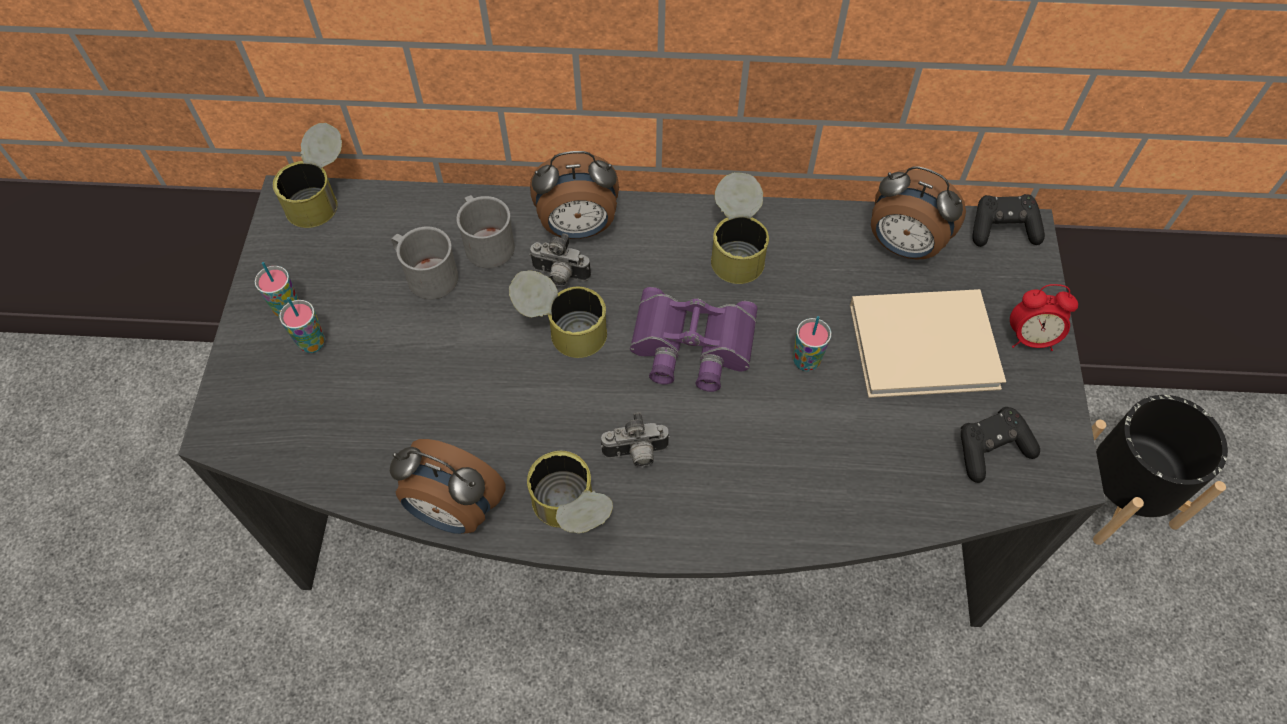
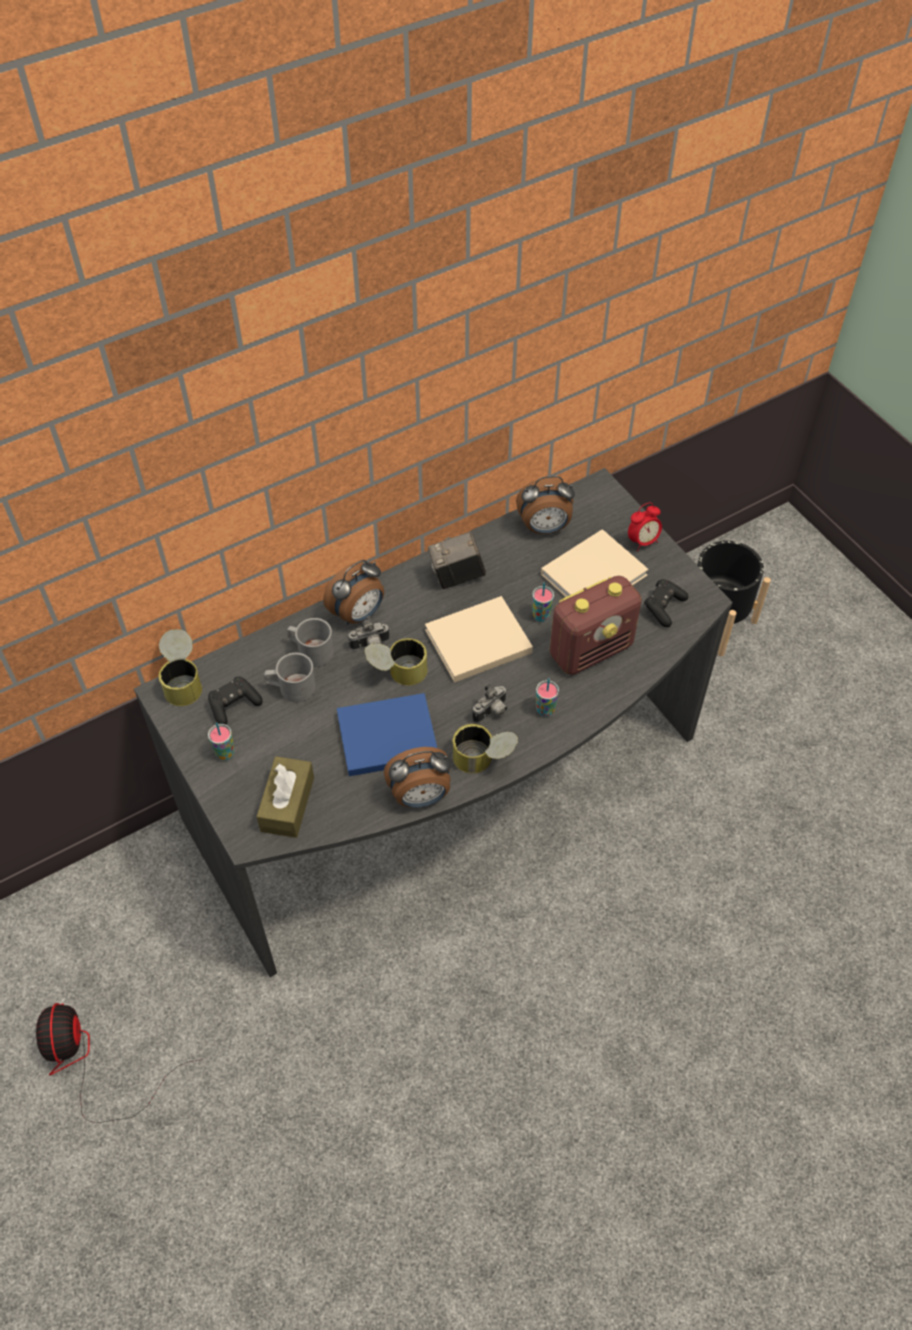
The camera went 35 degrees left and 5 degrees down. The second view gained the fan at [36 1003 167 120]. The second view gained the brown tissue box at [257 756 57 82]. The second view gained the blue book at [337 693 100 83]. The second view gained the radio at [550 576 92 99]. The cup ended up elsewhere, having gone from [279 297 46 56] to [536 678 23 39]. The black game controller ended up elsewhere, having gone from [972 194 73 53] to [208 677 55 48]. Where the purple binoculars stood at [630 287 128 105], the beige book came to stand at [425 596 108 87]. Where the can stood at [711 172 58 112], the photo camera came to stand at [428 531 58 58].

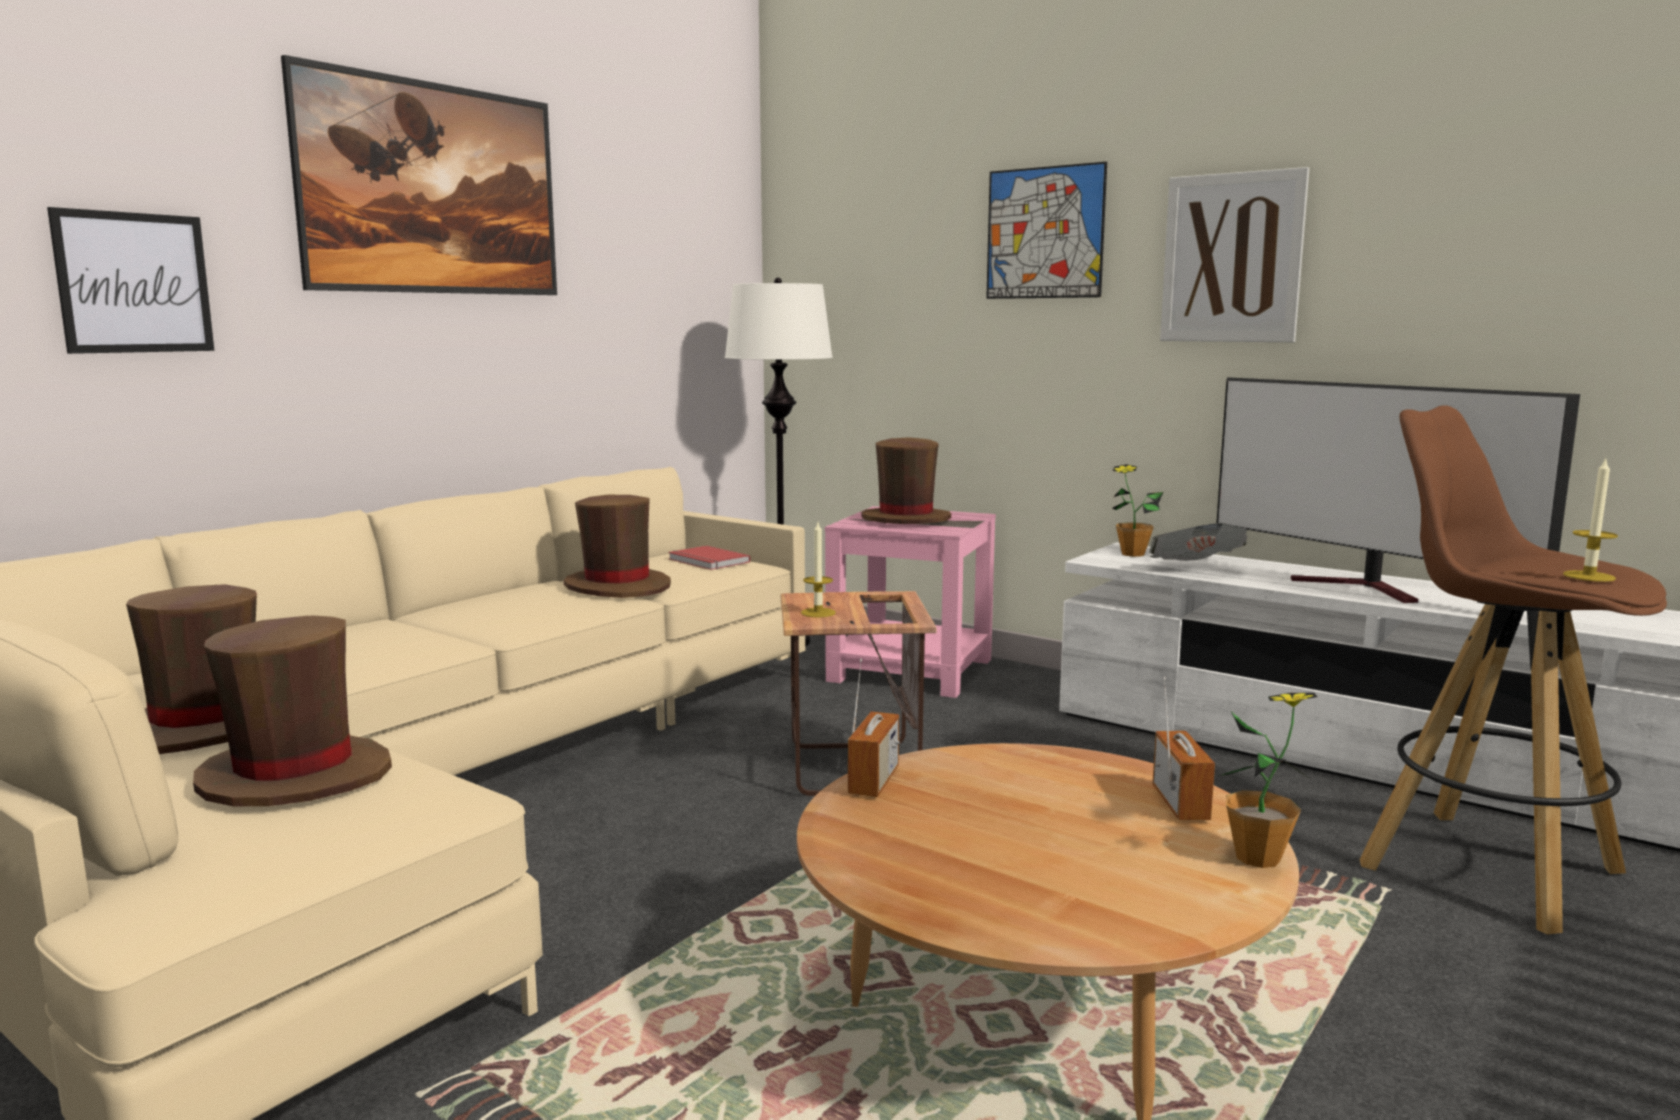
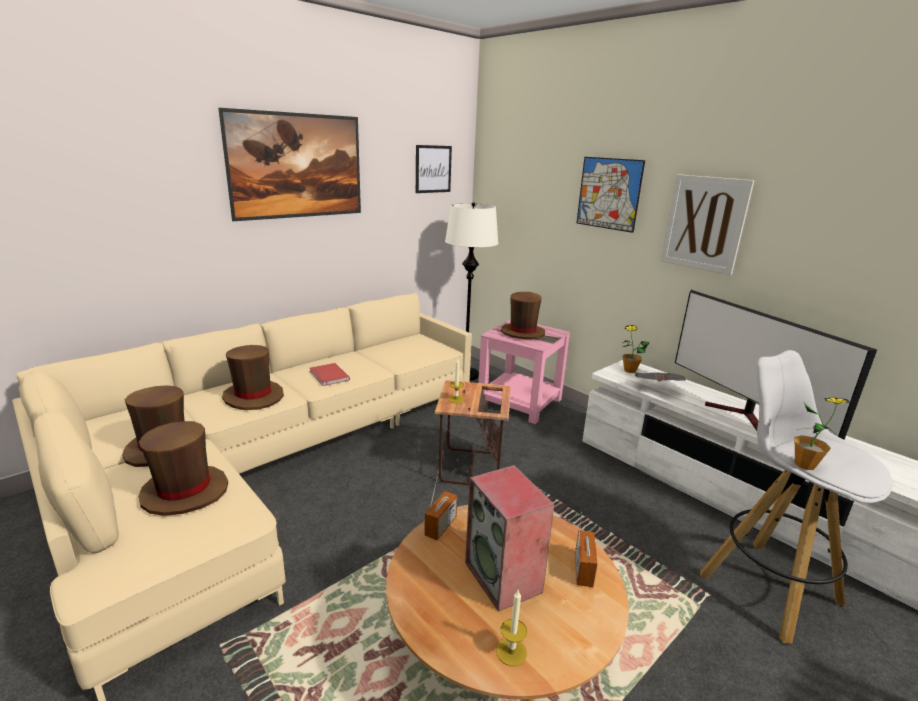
The camera went 10 degrees right and 10 degrees up. The second view gained the speaker at [465 465 90 147]. The picture ended up elsewhere, having gone from [47 207 168 147] to [416 145 36 48]. The brown hat ended up elsewhere, having gone from [564 495 107 103] to [222 345 62 65]. The red book ended up elsewhere, having gone from [668 546 83 24] to [310 363 40 23]. The potted plant ended up elsewhere, having gone from [1218 693 99 175] to [795 397 55 73]. The candle ended up elsewhere, having gone from [1563 457 55 125] to [496 589 31 77]. What was the brown stool at [1359 405 308 529] turned into the white stool at [700 350 193 294].

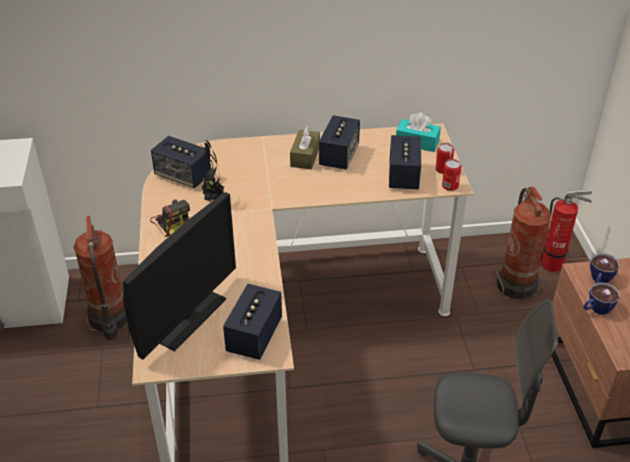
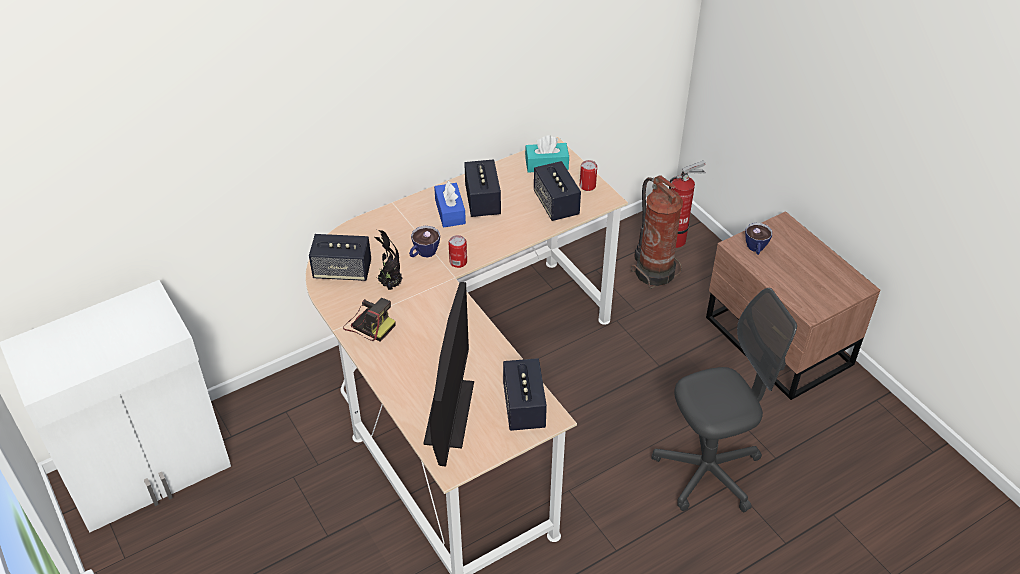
The camera went 25 degrees left and 5 degrees up. The second view lost the fire extinguisher at [73 215 55 125]. The can ended up elsewhere, having gone from [442 159 20 32] to [449 235 18 33]. The cup ended up elsewhere, having gone from [584 282 36 33] to [409 226 31 31]. What was the brown tissue box at [290 126 30 43] turned into the blue tissue box at [434 181 32 47].

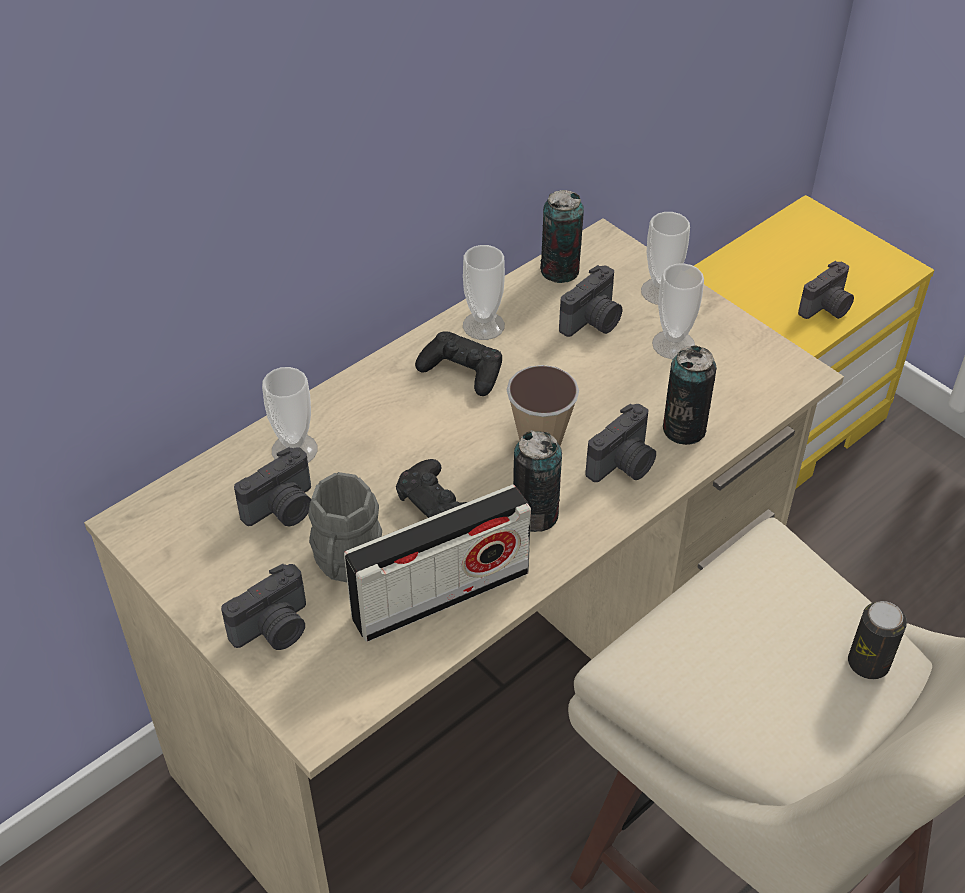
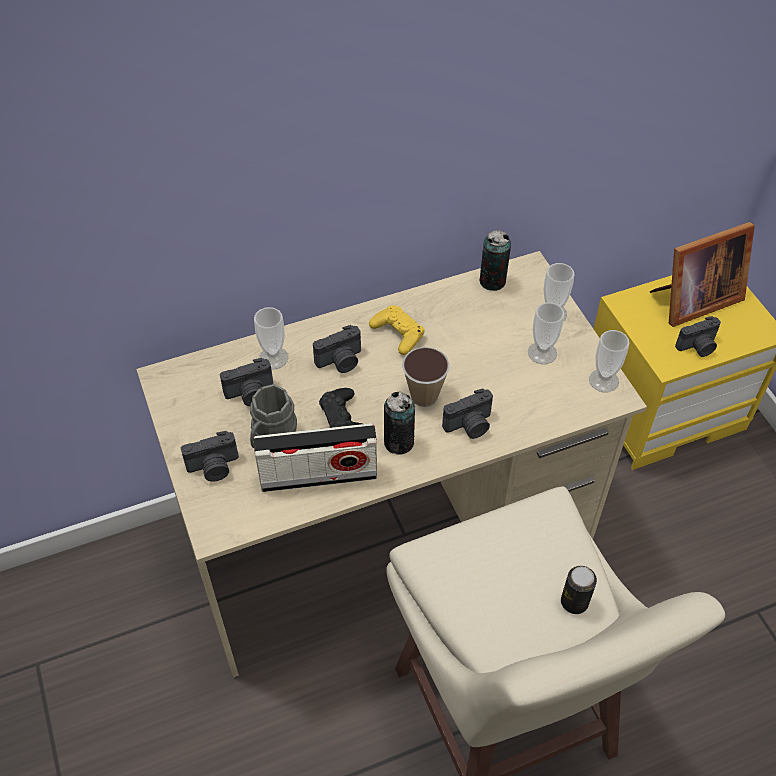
The camera went 20 degrees right and 5 degrees up. The second view lost the can at [663 346 54 99]. The second view gained the picture frame at [650 222 105 105]. The cup ended up elsewhere, having gone from [463 245 42 95] to [589 330 40 62]. The photo camera ended up elsewhere, having gone from [559 265 63 72] to [313 325 48 48]. What was the black game controller at [415 331 87 65] turned into the yellow game controller at [369 305 56 50].

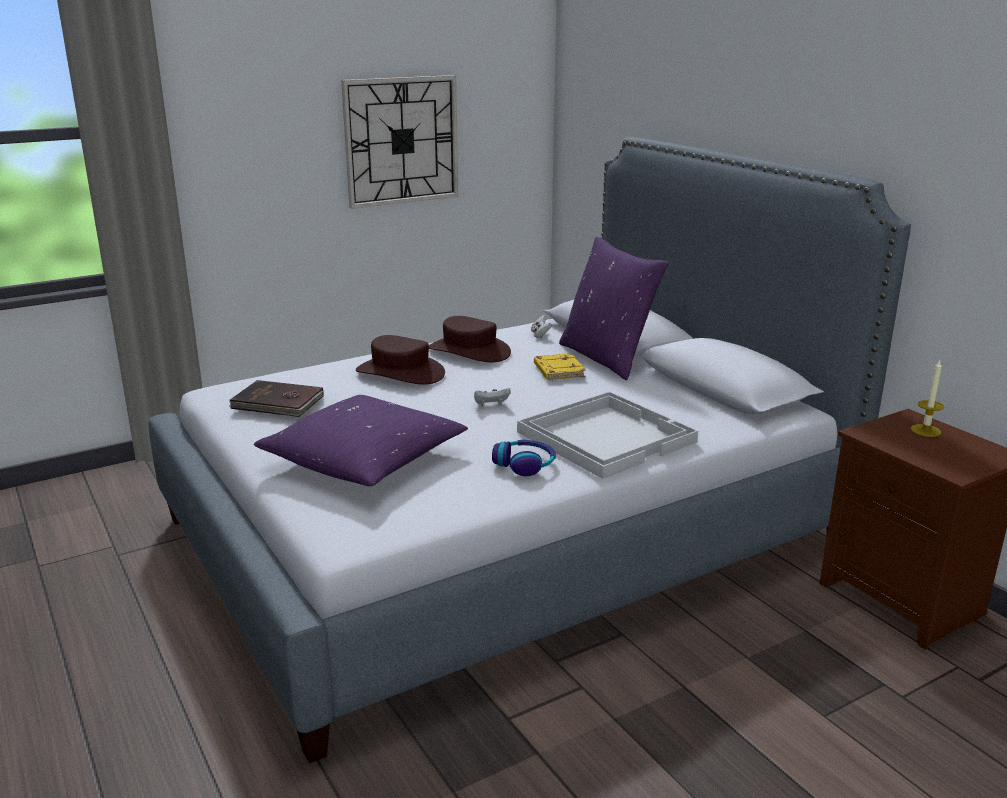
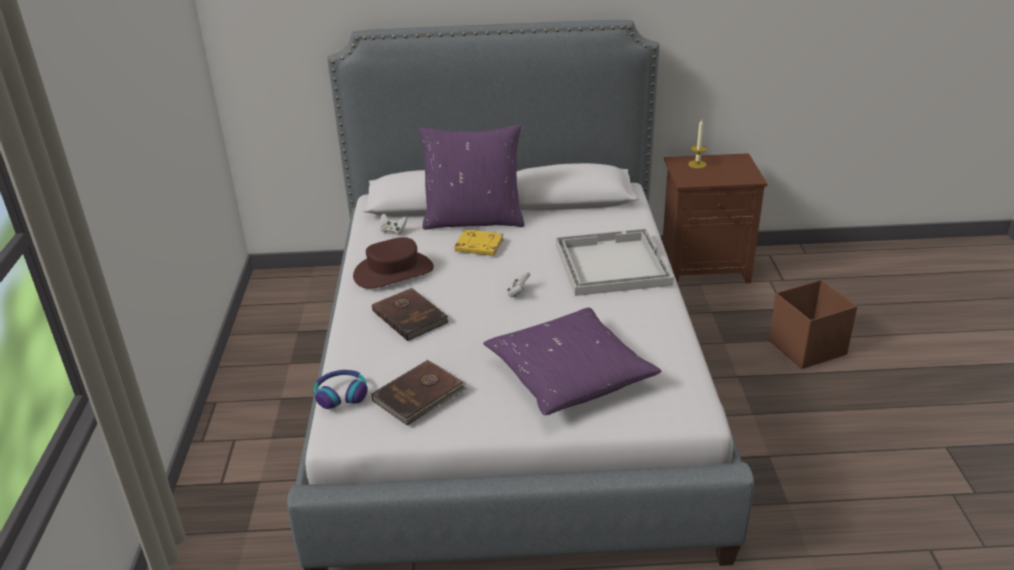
The camera went 60 degrees left and 10 degrees up. The second view lost the wall clock at [341 75 117 134]. The second view gained the brown storage box at [769 280 88 89]. The headphones ended up elsewhere, having gone from [492 440 64 36] to [314 370 54 39]. Where the brown hat stood at [356 335 89 50], the brown book came to stand at [372 288 76 53].

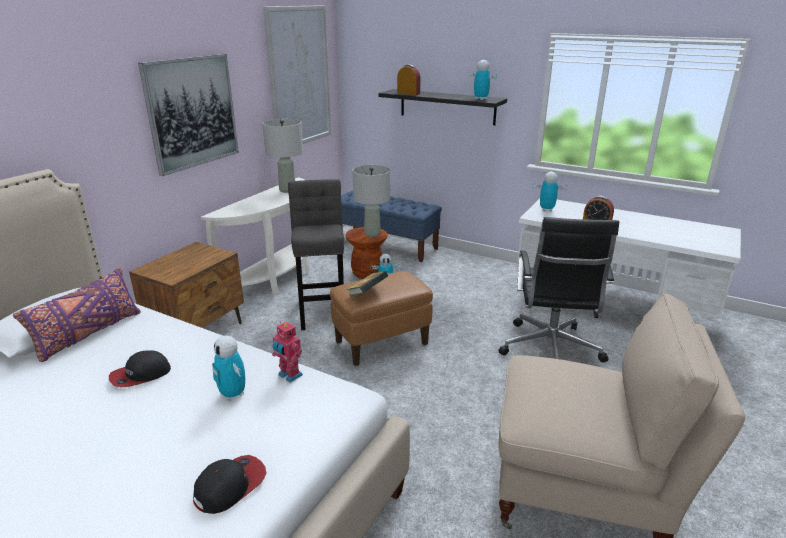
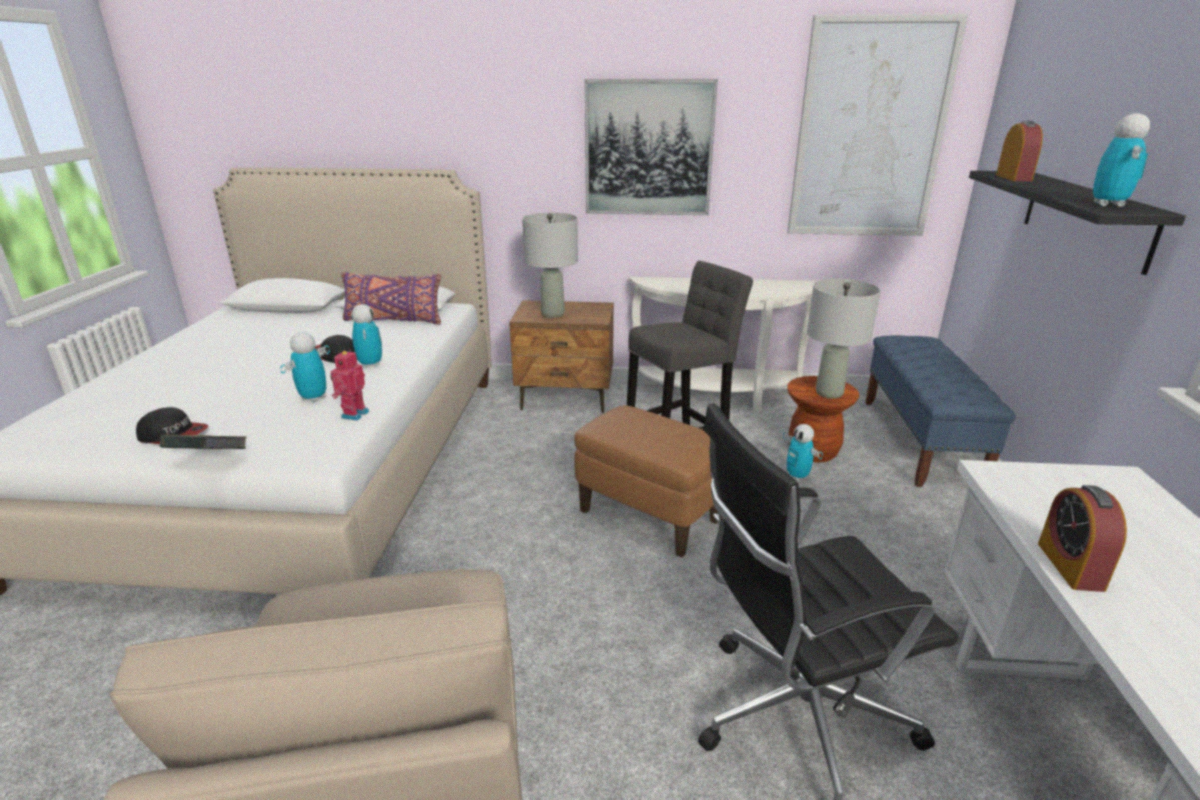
The camera went 65 degrees right and 0 degrees up. The grey table lamp ended up elsewhere, having gone from [262 119 41 74] to [522 213 56 105]. The book ended up elsewhere, having gone from [348 271 40 25] to [160 434 86 15]. The toy robot ended up elsewhere, having gone from [532 172 35 39] to [352 304 30 64].

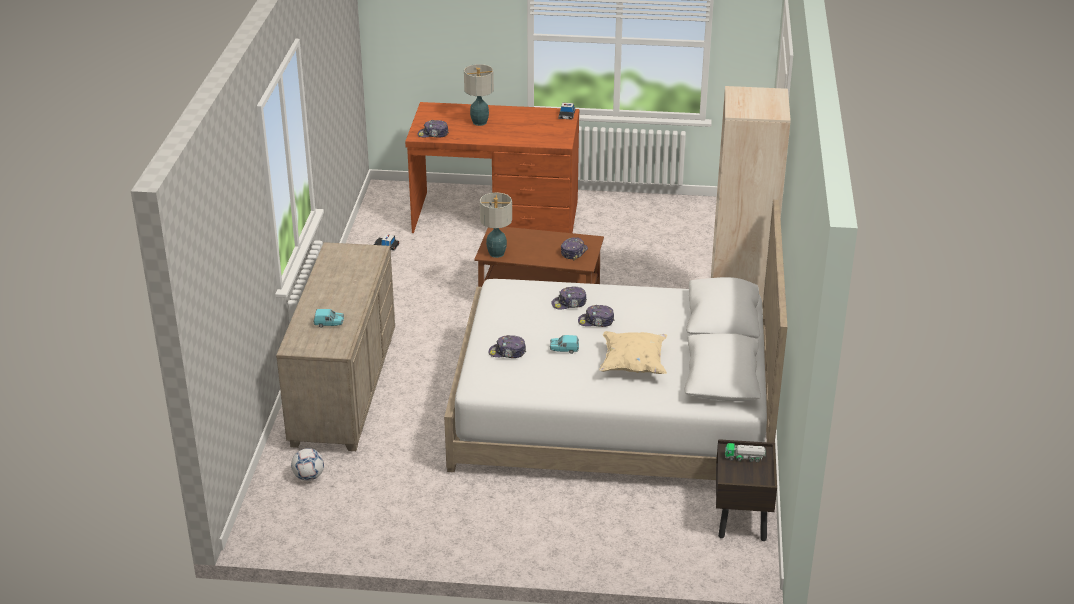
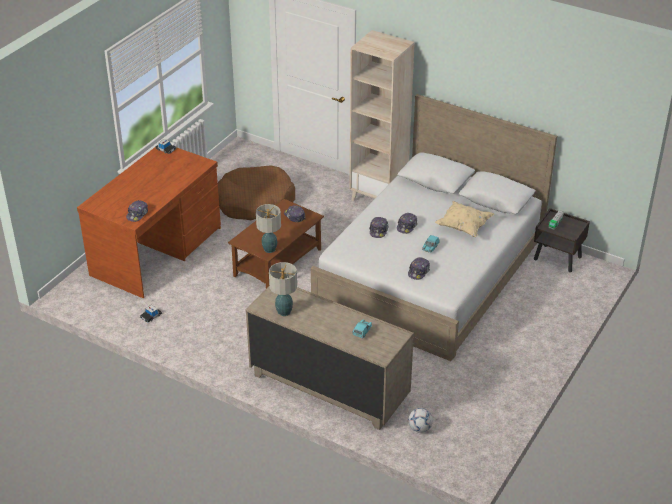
The camera went 65 degrees left and 5 degrees up. The second view gained the brown dog bed at [217 165 78 55]. The table lamp ended up elsewhere, having gone from [464 64 30 62] to [269 262 28 54].

